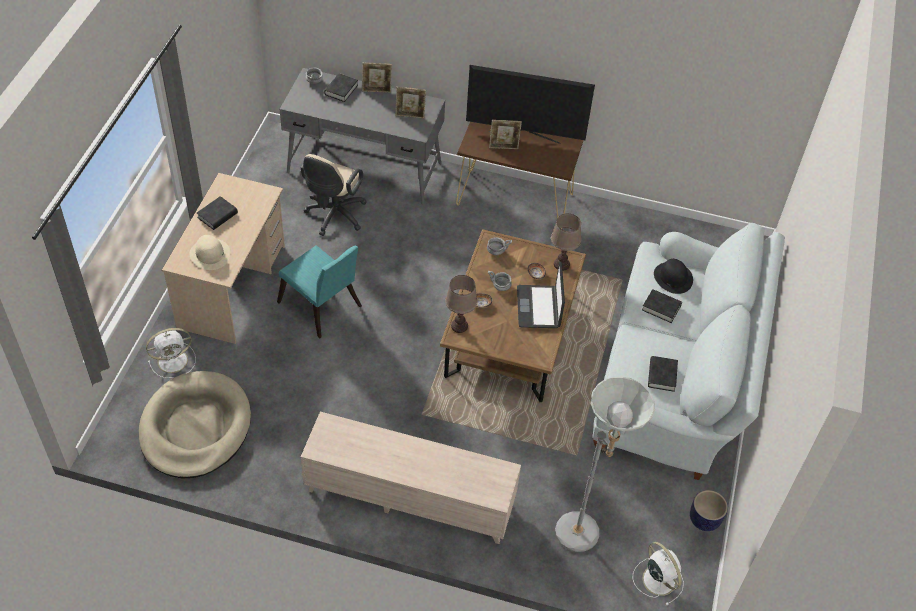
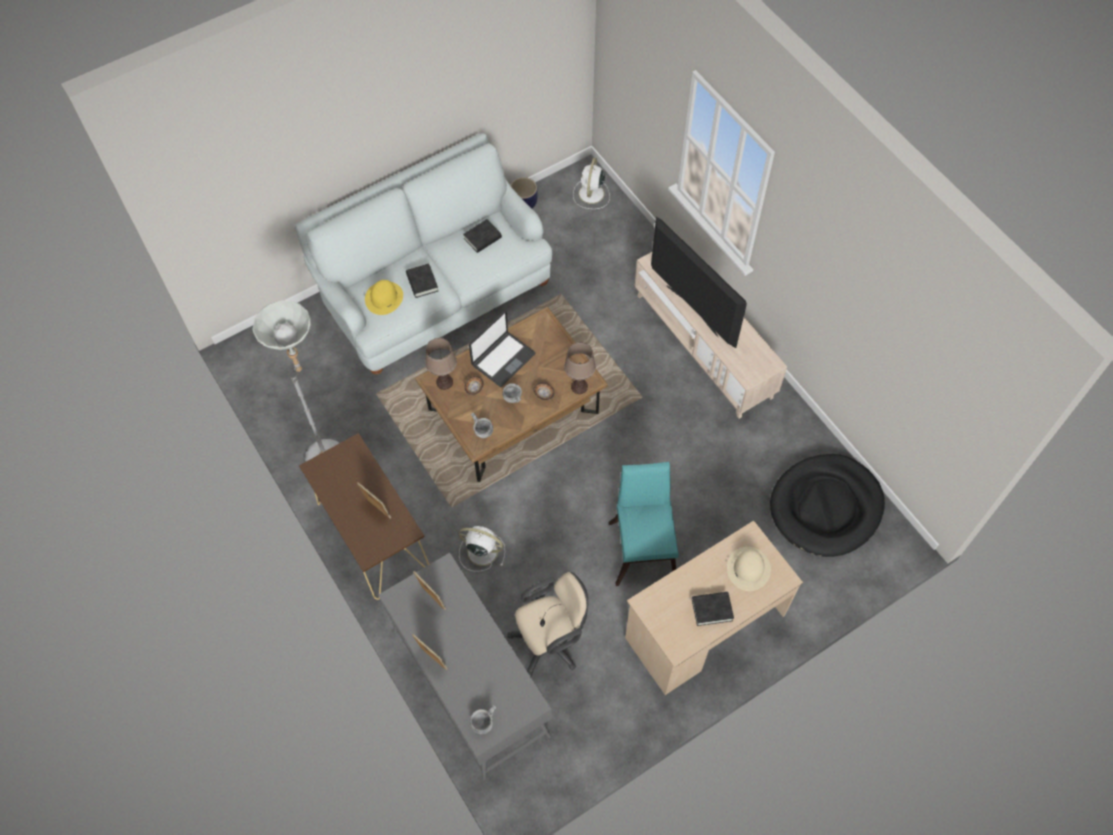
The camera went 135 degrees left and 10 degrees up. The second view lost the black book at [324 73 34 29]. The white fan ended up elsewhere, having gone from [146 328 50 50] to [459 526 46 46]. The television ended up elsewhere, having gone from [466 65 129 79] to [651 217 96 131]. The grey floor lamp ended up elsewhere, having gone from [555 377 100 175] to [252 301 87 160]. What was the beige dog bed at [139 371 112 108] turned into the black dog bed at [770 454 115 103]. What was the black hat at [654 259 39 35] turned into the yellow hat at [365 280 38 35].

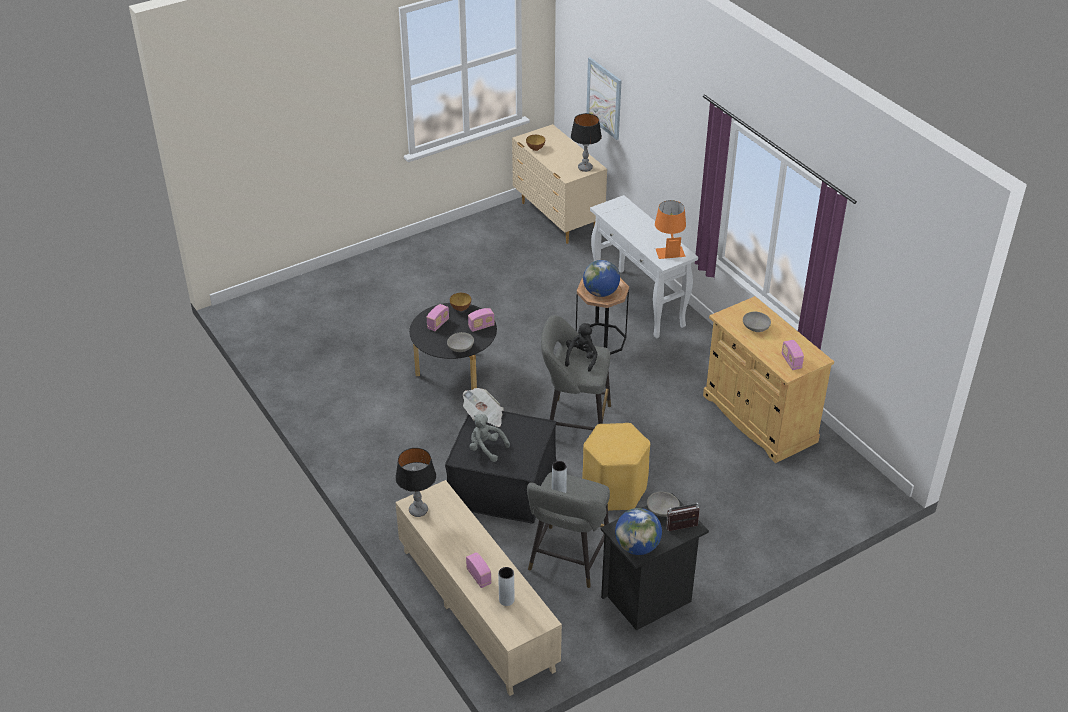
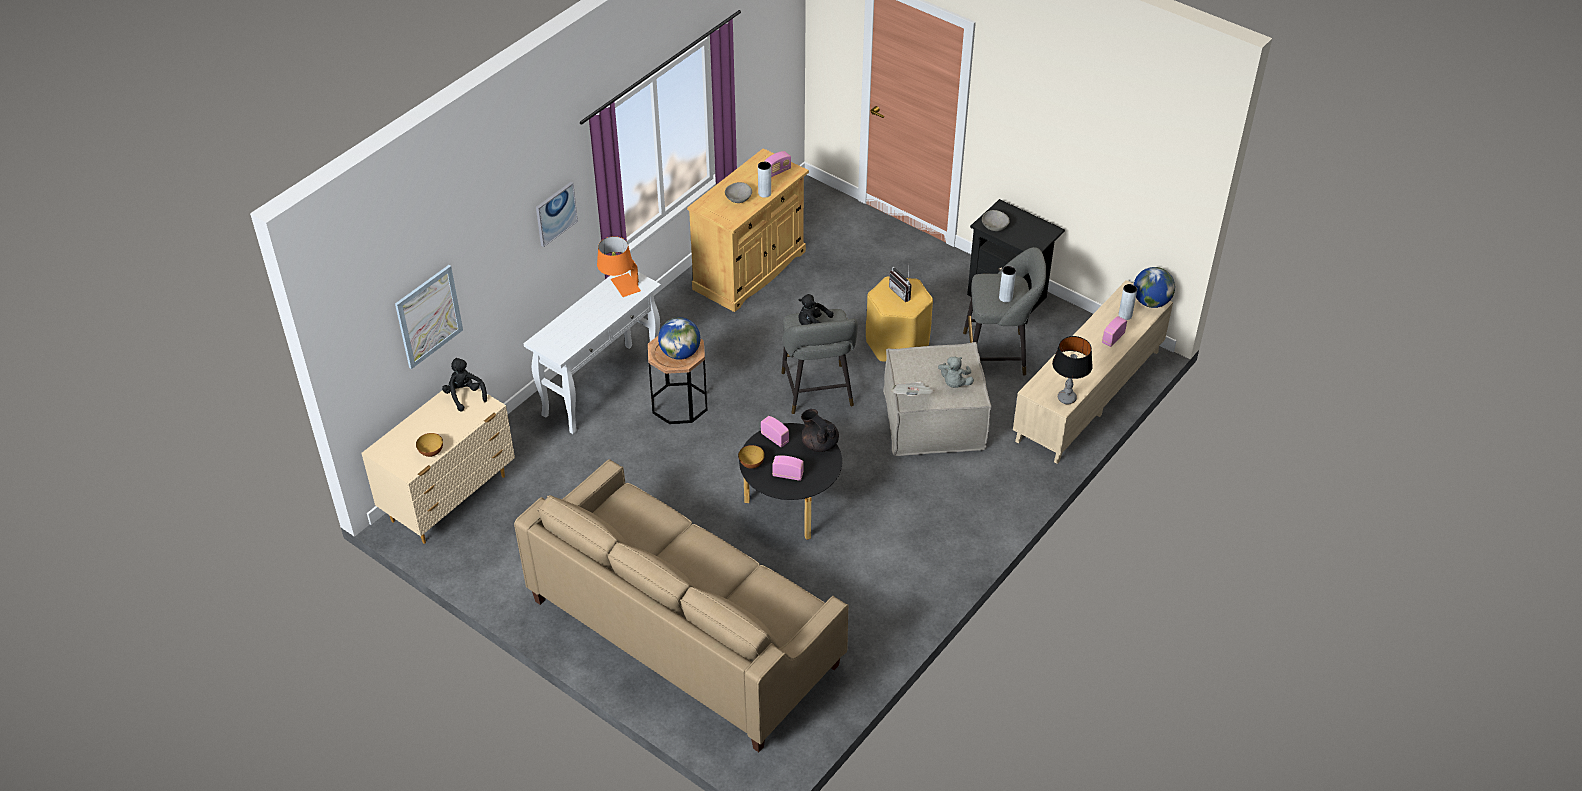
The camera went 110 degrees left and 5 degrees up. The second view gained the beige sofa at [514 459 334 293]. The second view gained the picture at [536 182 42 65]. The second view gained the grey vase at [758 162 13 36]. The globe ended up elsewhere, having gone from [615 508 47 47] to [1134 267 41 41]. The radio ended up elsewhere, having gone from [666 503 34 28] to [889 263 23 39]. Where the grey bowl stood at [447 332 27 20], the black teapot came to stand at [801 409 38 43]. Where the table lamp stood at [571 113 31 59], the black plush toy came to stand at [442 358 45 54]. What was the black ottoman at [445 411 111 113] turned into the beige ottoman at [883 342 109 114].

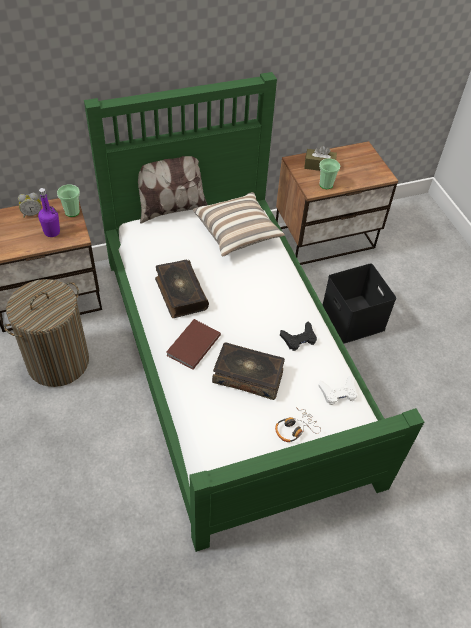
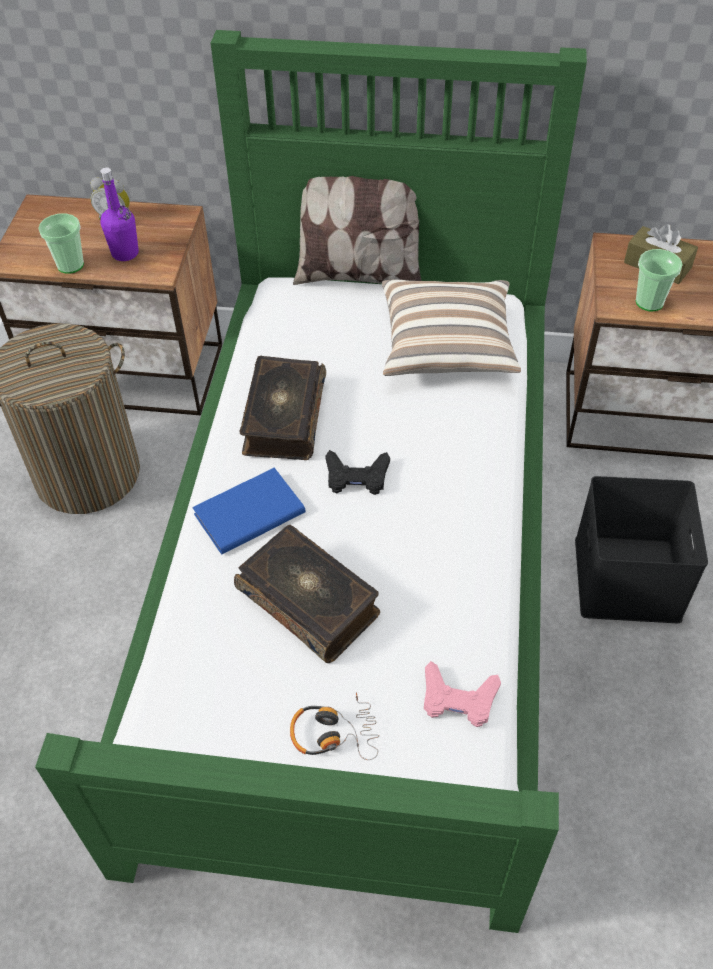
The camera went 30 degrees right and 0 degrees up. The cup ended up elsewhere, having gone from [57 185 23 32] to [38 213 46 61]. The black game controller ended up elsewhere, having gone from [280 322 37 29] to [325 450 65 45]. What was the brown book at [166 319 55 51] turned into the blue book at [192 468 114 87]. What was the white game controller at [318 375 39 30] turned into the pink game controller at [424 661 77 66].

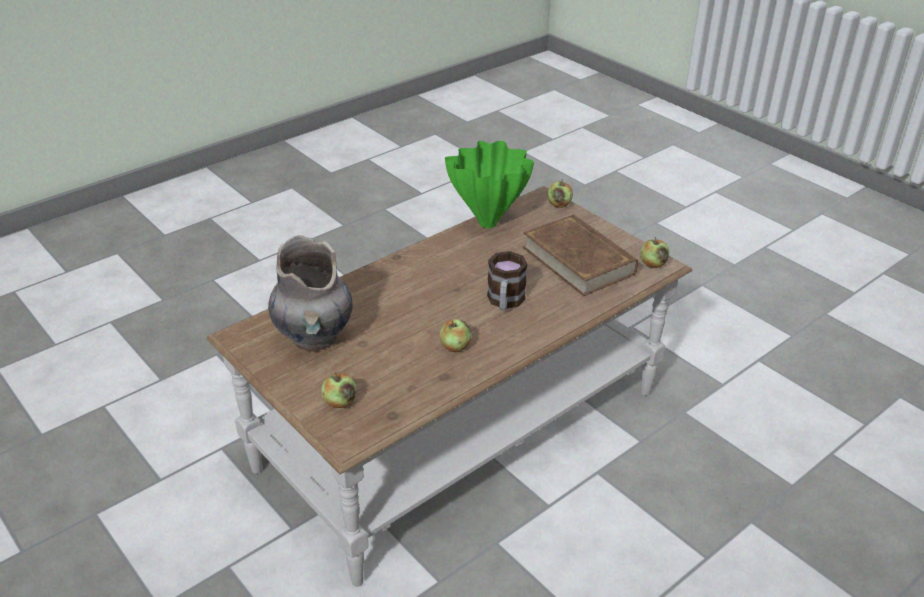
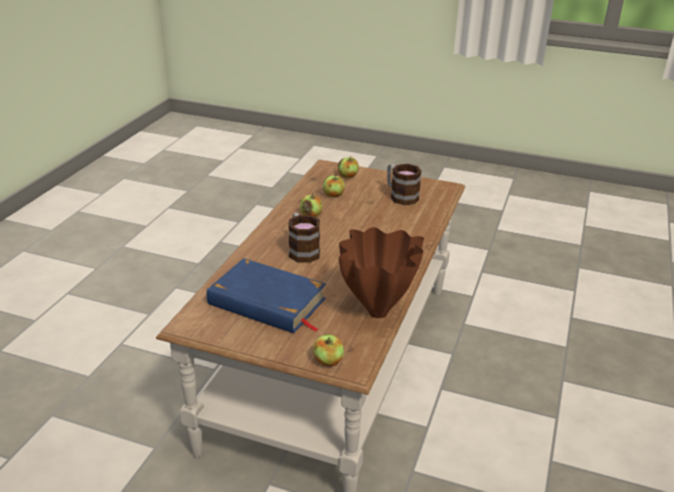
The camera went 150 degrees right and 5 degrees down. The apple ended up elsewhere, having gone from [640 237 29 31] to [323 175 22 22]. Where the grey vase stood at [268 235 85 117], the mug came to stand at [387 164 35 41]. What was the green vase at [445 141 89 87] turned into the brown vase at [339 227 85 91]. What was the brown book at [523 214 115 82] turned into the blue book at [207 258 119 75].

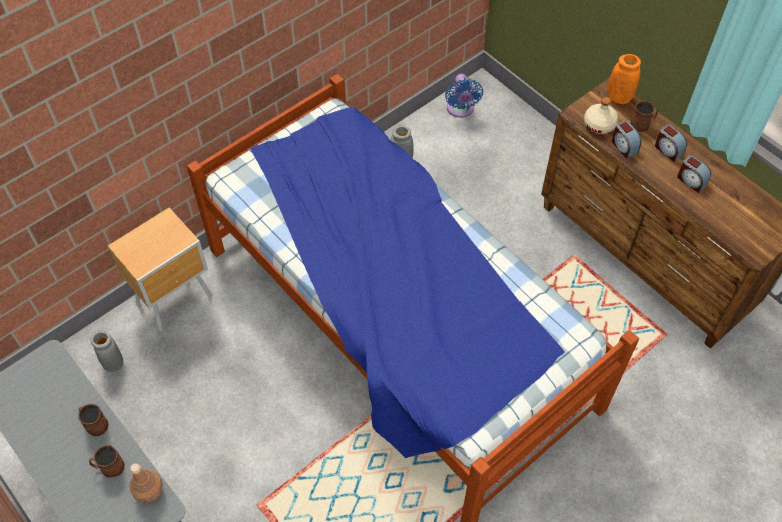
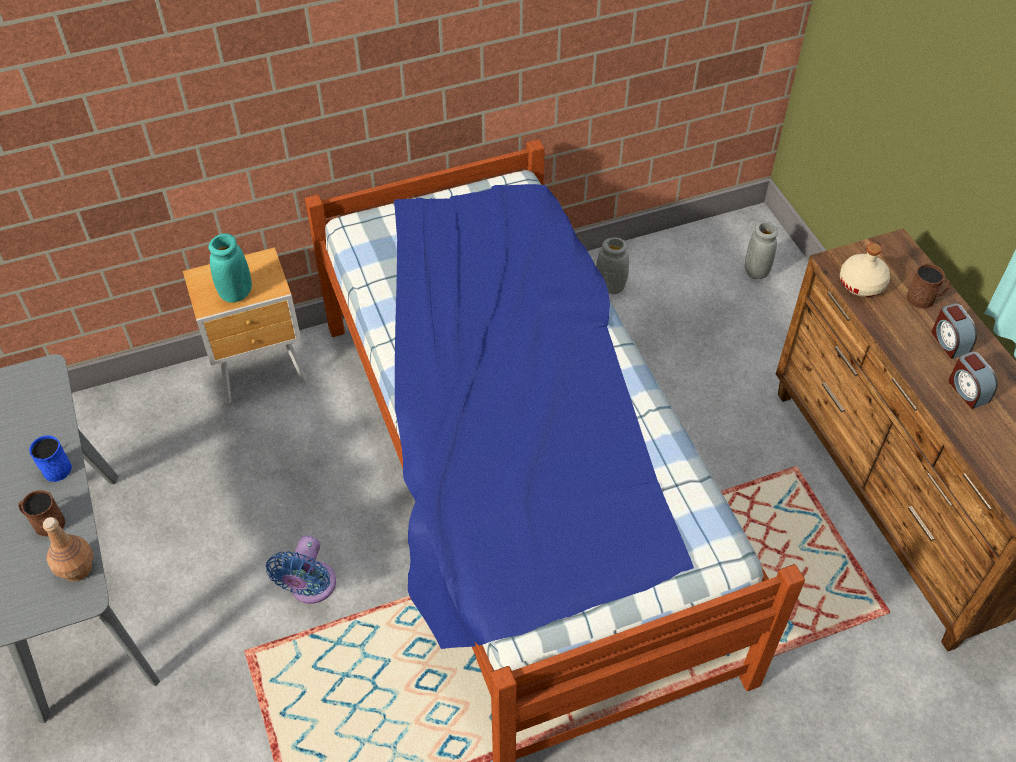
The camera went 20 degrees right and 5 degrees down. The second view lost the orange vase at [607 54 34 50]. The second view lost the alarm clock at [612 120 29 38]. The second view gained the turquoise vase at [208 233 44 70]. The grey vase ended up elsewhere, having gone from [91 330 32 42] to [745 221 33 58]. The blue fan ended up elsewhere, having gone from [445 74 38 44] to [266 536 70 68]. What was the brown mug at [78 404 30 33] turned into the blue mug at [29 435 43 47].

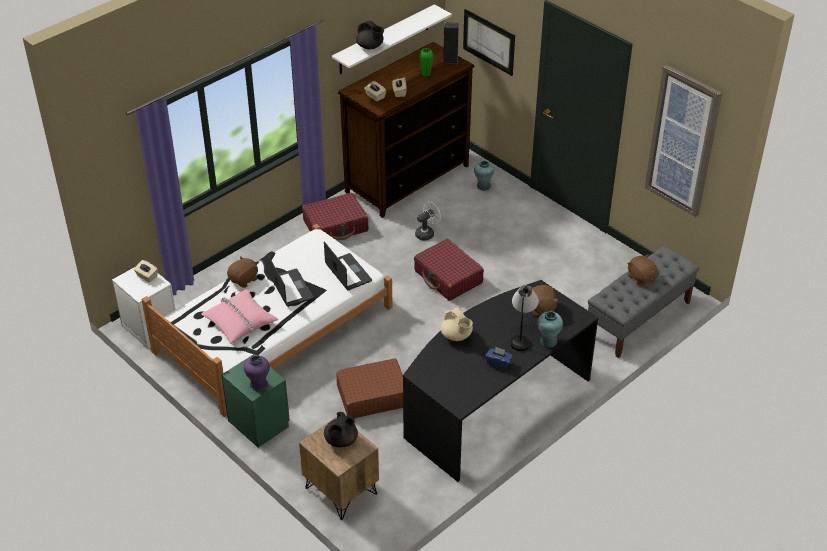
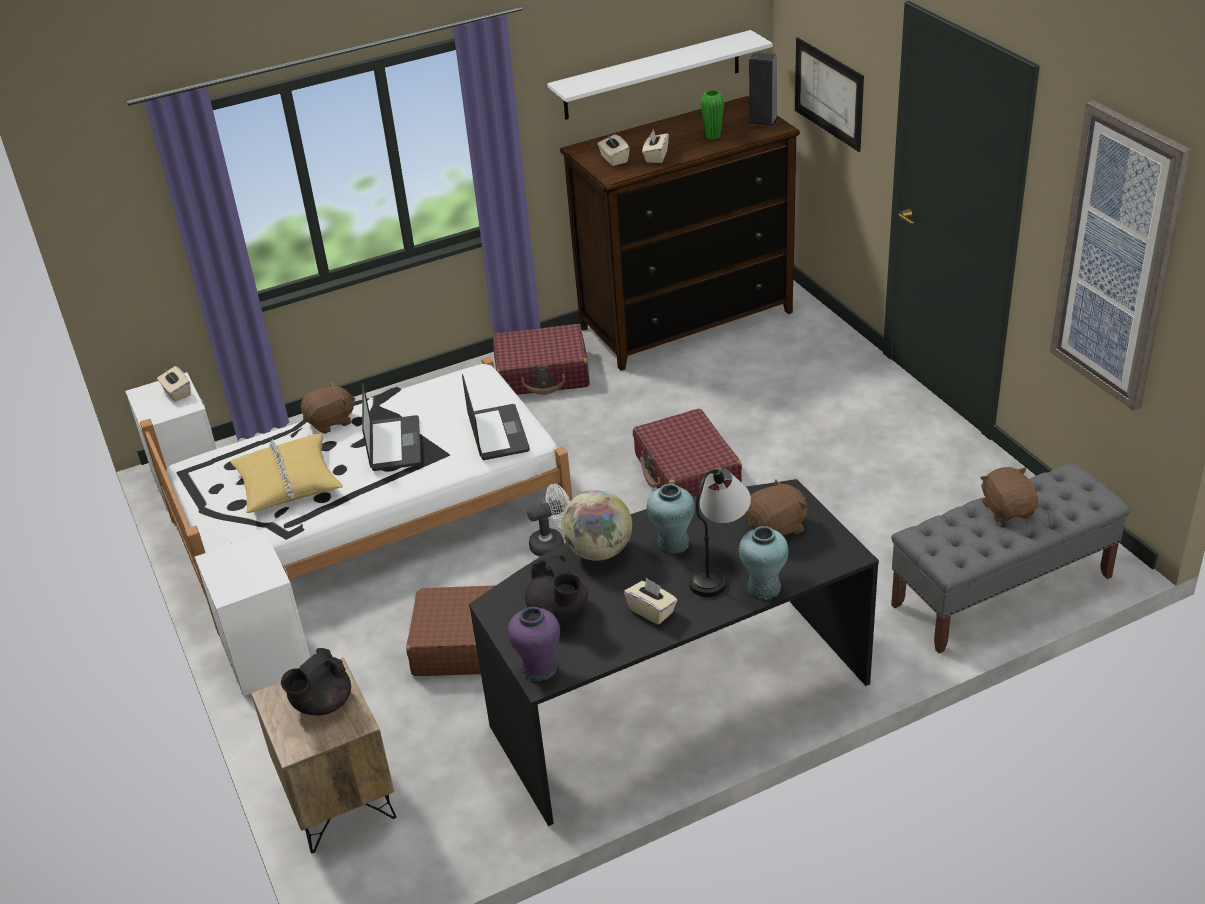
The camera went 20 degrees right and 5 degrees down. The purple vase ended up elsewhere, having gone from [244 355 26 36] to [507 607 53 74]. The black teapot ended up elsewhere, having gone from [356 21 28 29] to [525 555 63 65]. The white fan ended up elsewhere, having gone from [415 201 26 40] to [527 484 43 73]. The turquoise vase ended up elsewhere, having gone from [474 161 20 30] to [647 484 48 70]. Where the beige teapot stood at [441 308 32 33], the globe came to stand at [561 490 71 71]. What was the pink pillow at [201 289 77 55] turned into the yellow pillow at [231 434 112 79]. What was the green nightstand at [221 354 69 94] turned into the white nightstand at [195 532 115 164]. What was the blue tissue box at [485 347 27 22] turned into the beige tissue box at [624 577 53 48]. The brown plush toy at [530 285 29 31] ended up facing another way, 135 degrees counterclockwise from before.

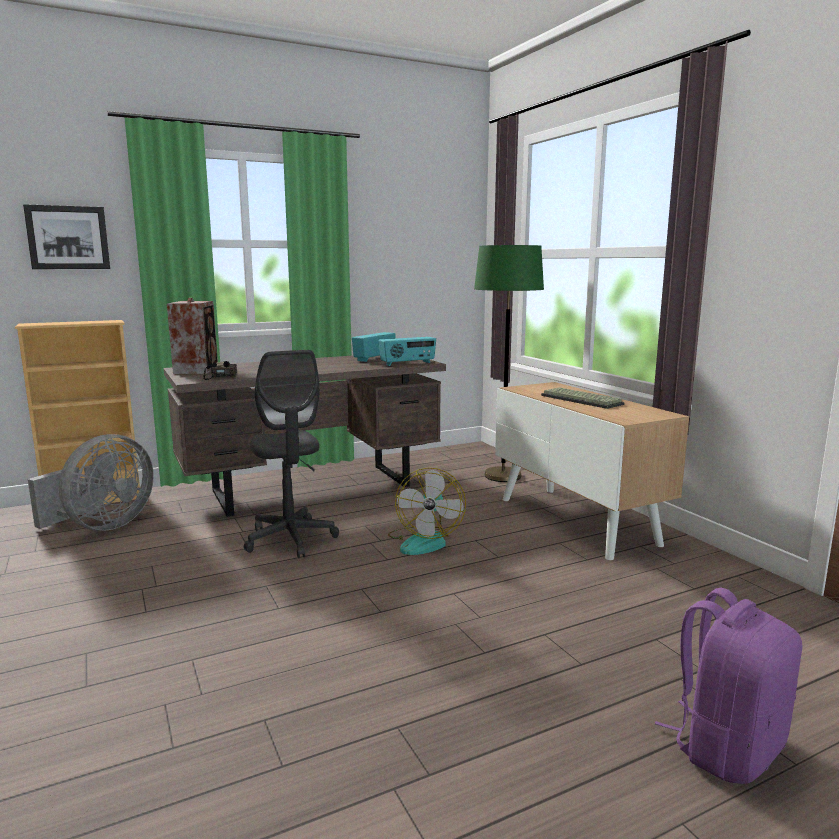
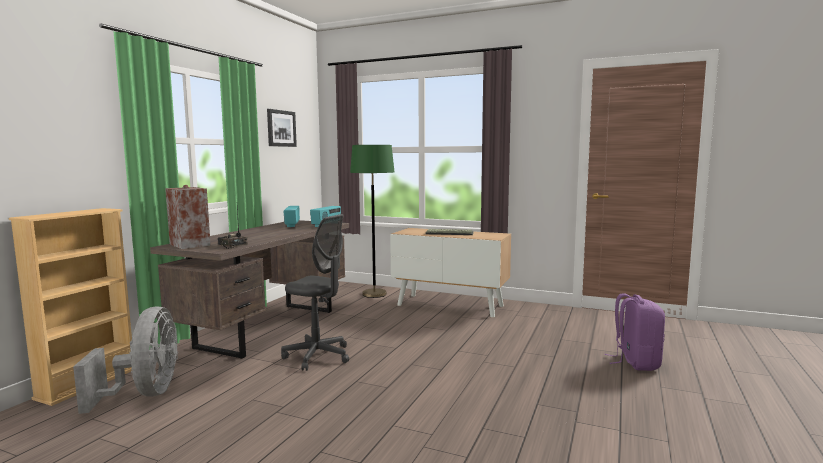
The camera went 40 degrees left and 5 degrees down. The second view lost the fan at [388 468 78 87]. The picture ended up elsewhere, having gone from [23 204 87 65] to [267 109 30 38].

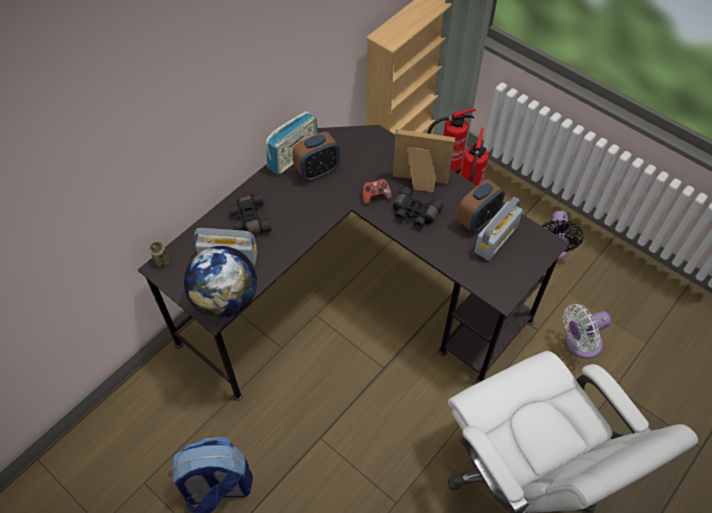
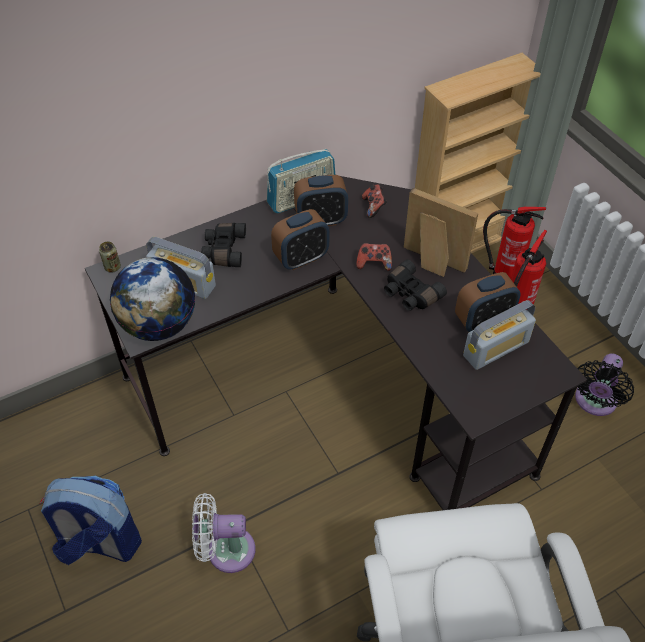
The camera went 20 degrees right and 5 degrees down. The second view gained the alarm clock at [271 209 58 61]. The second view gained the game controller at [362 184 25 34]. The white fan ended up elsewhere, having gone from [563 304 48 55] to [192 493 64 80].

